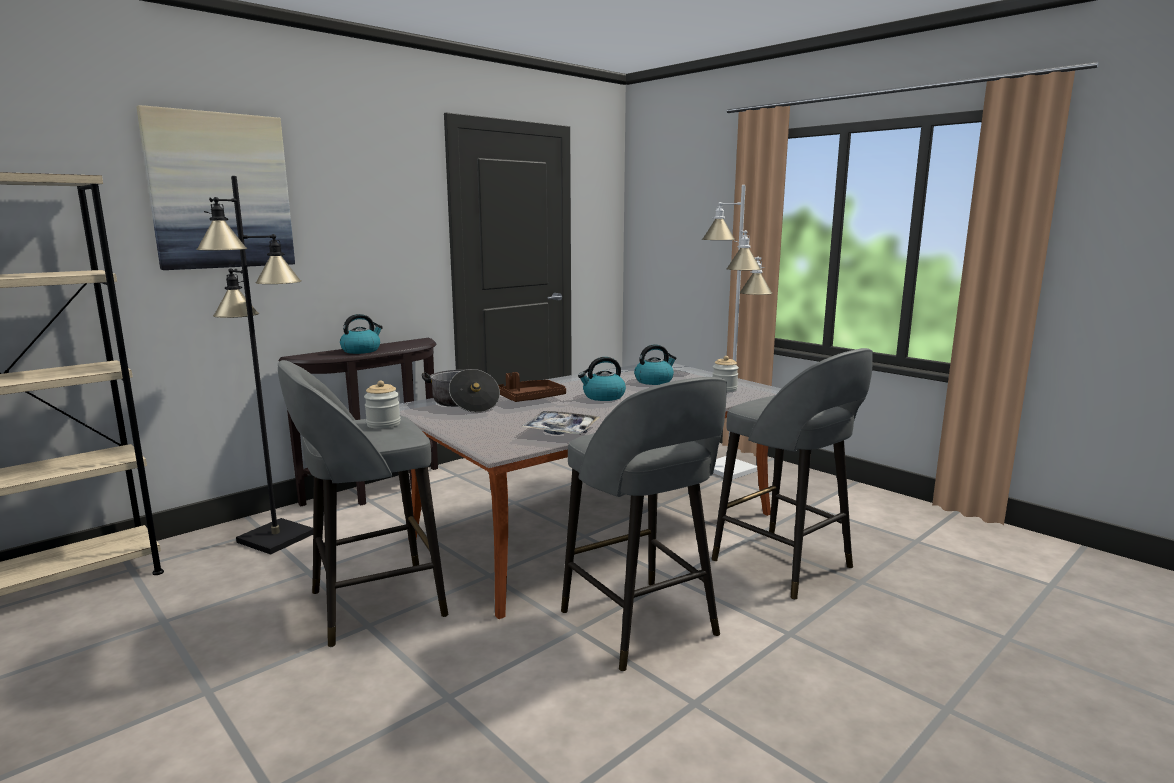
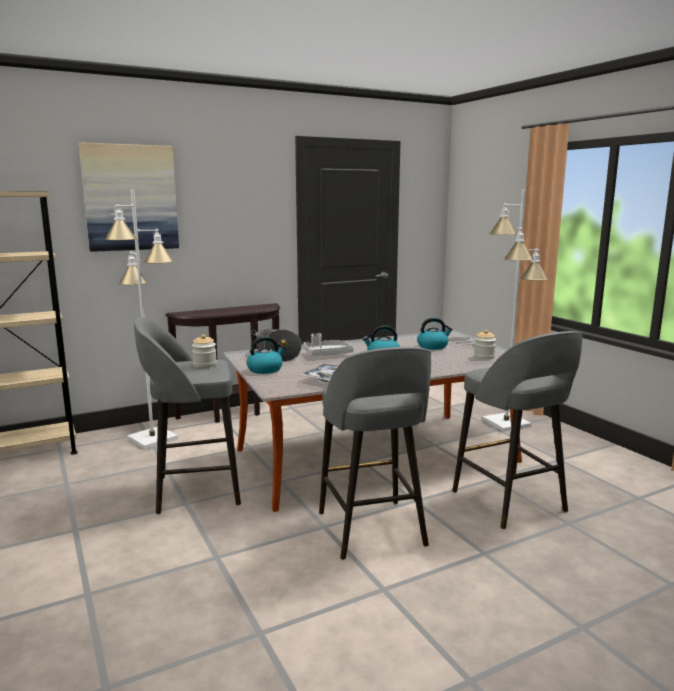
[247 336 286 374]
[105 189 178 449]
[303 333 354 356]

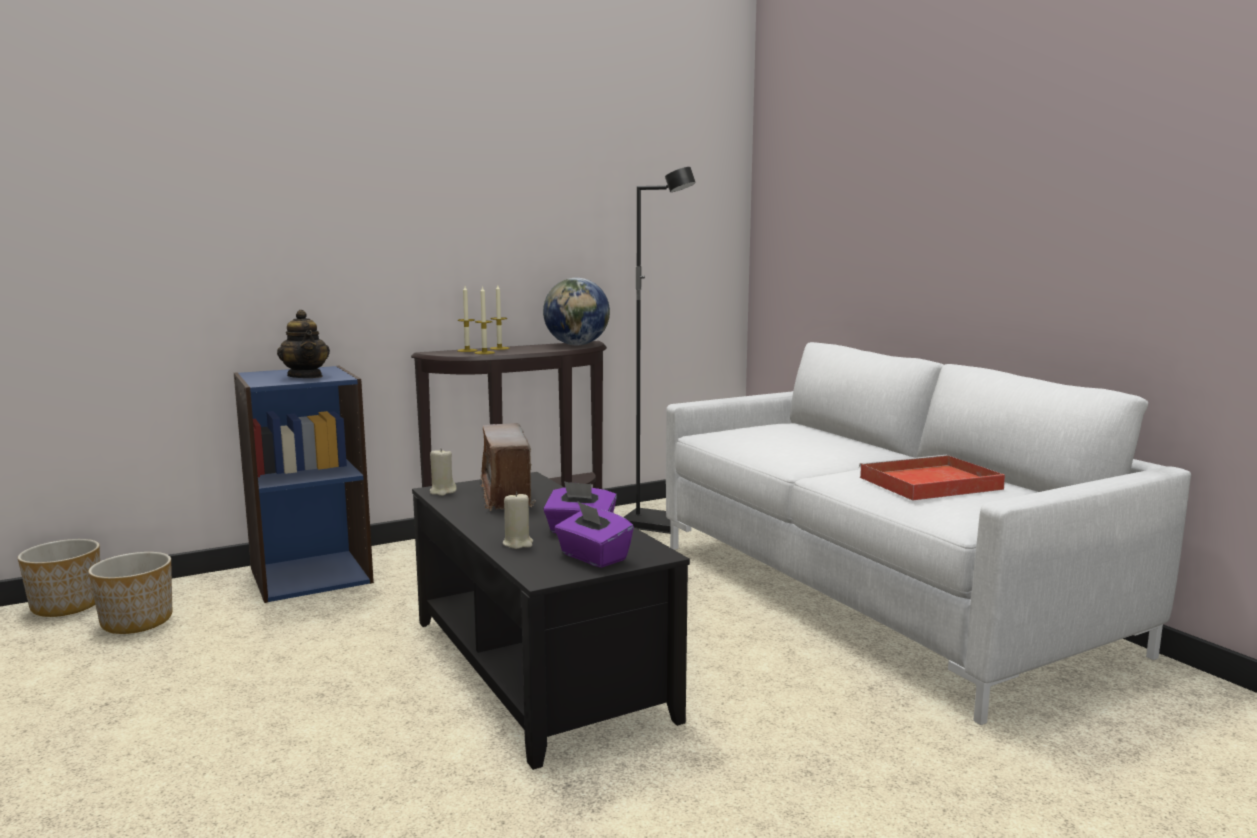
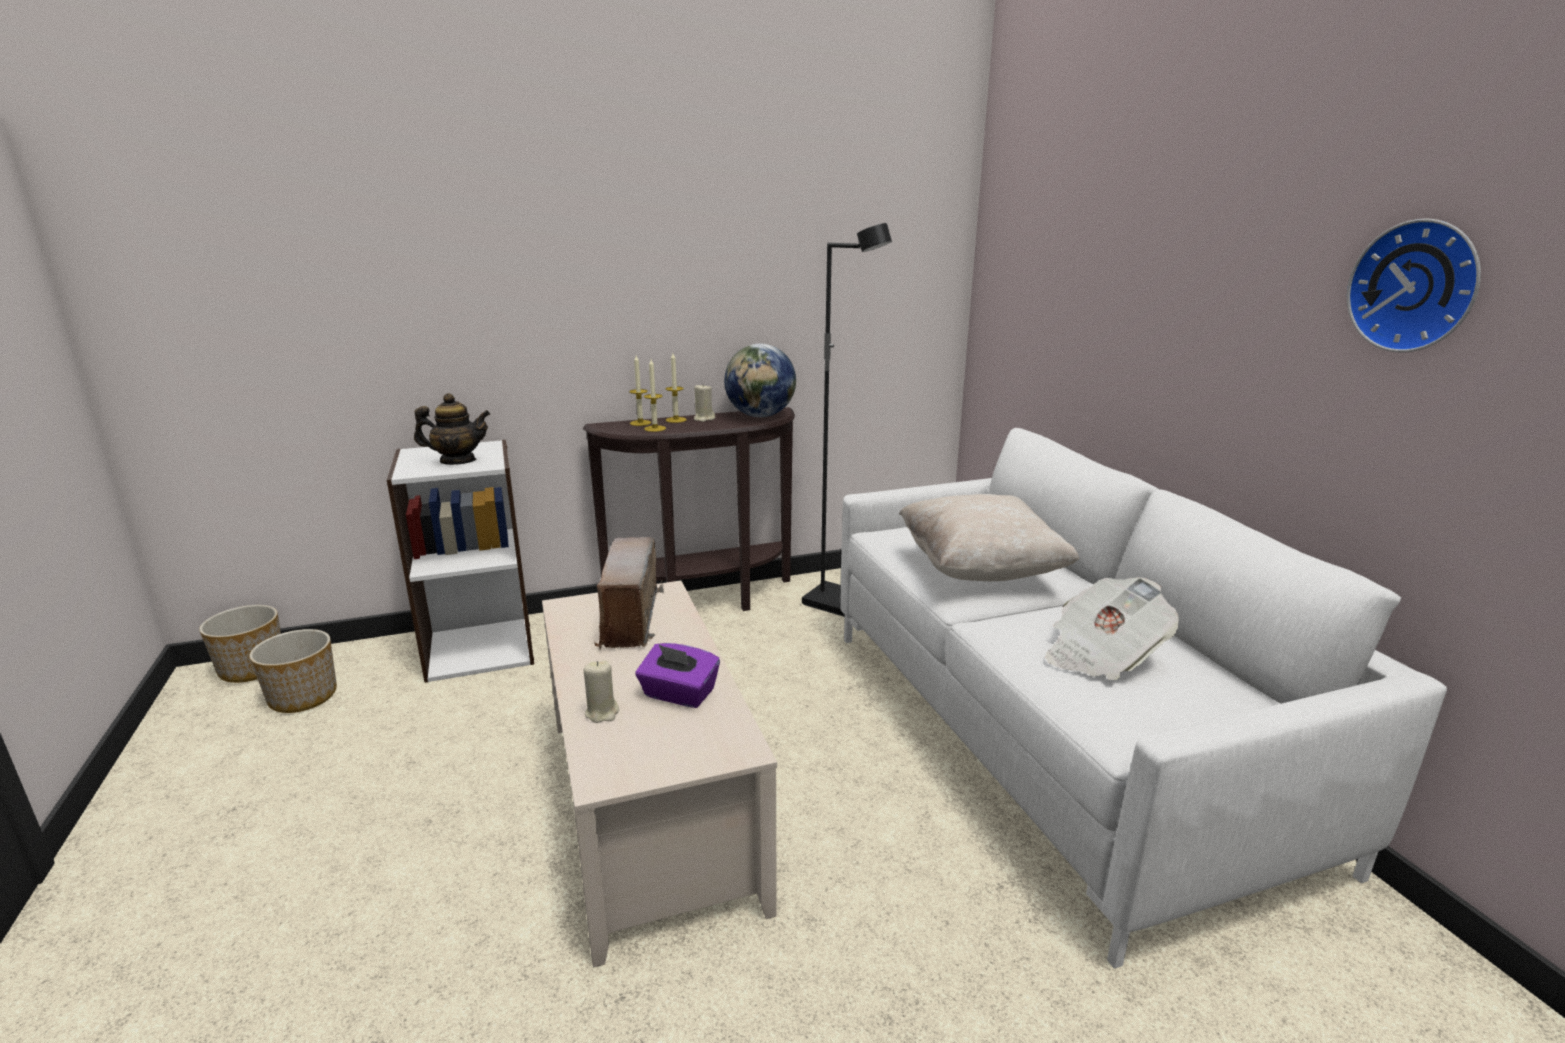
[554 502 634 568] (first image)
[899 494 1079 581]
[1347 219 1481 353]
[694 384 715 422]
[1045 577 1179 680]
[387 440 534 683]
[542 581 777 967]
[414 393 490 465]

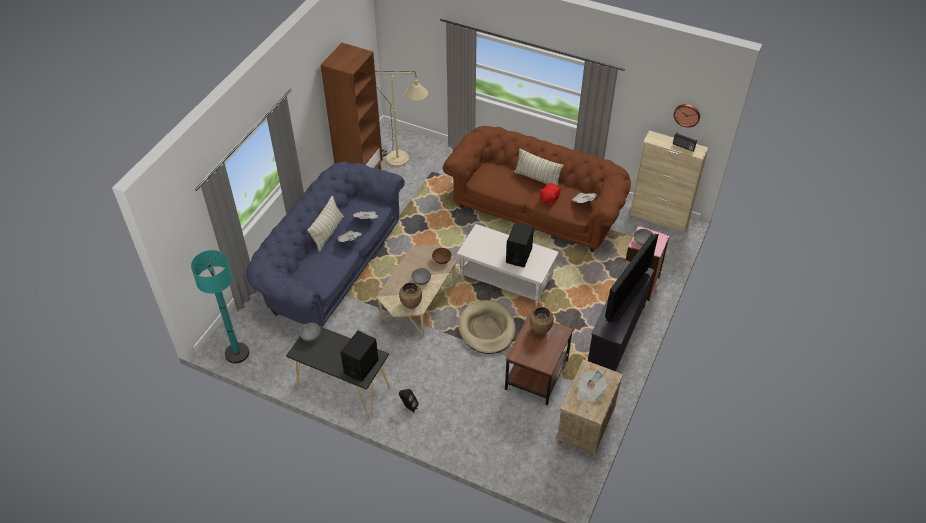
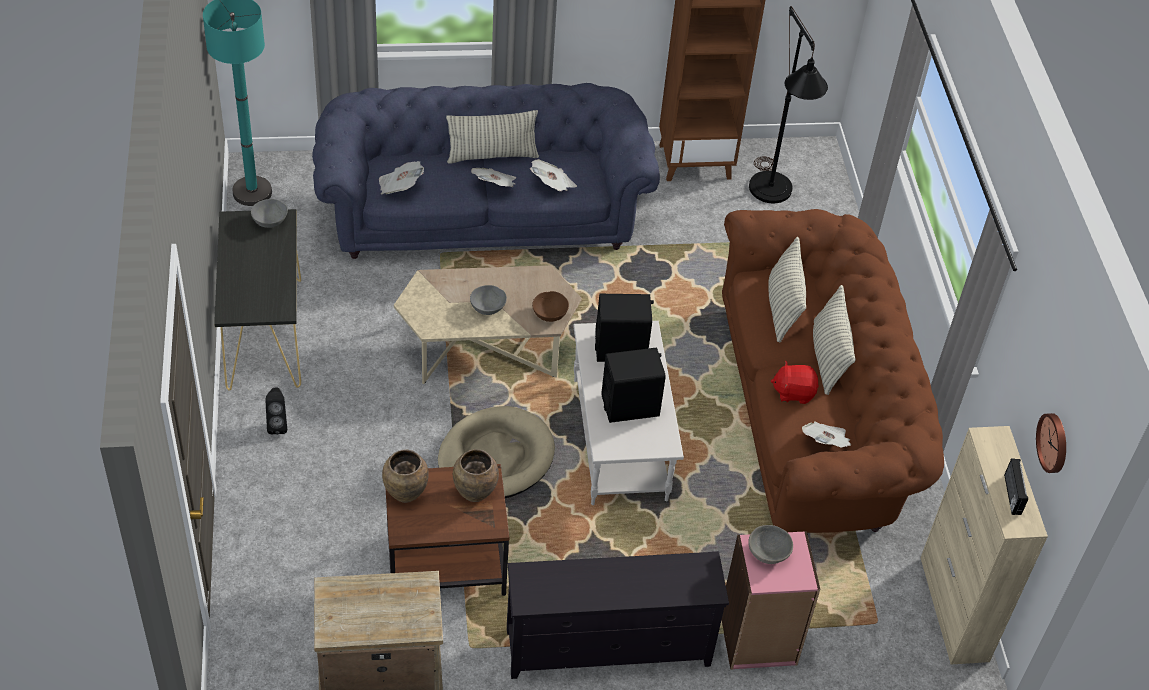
[605 233 659 323] (first image)
[768 237 806 342]
[595 294 654 362]
[382 450 429 503]
[379 161 424 194]
[749 6 828 203]

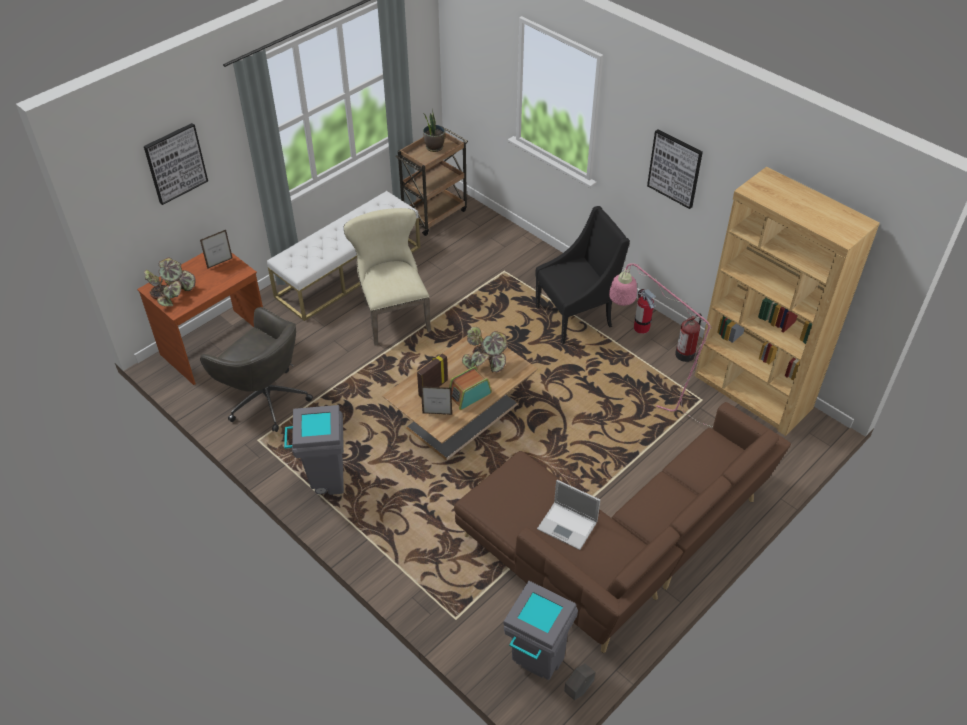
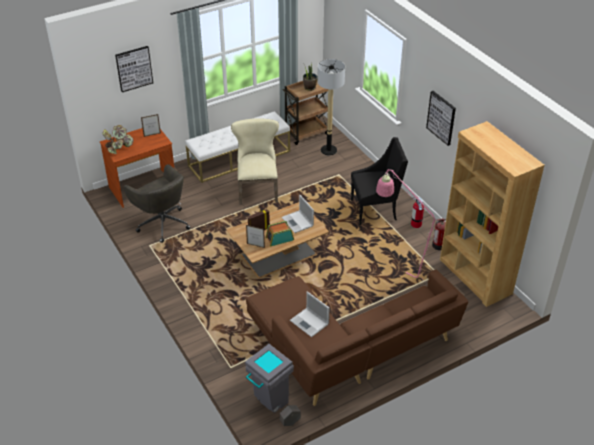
[284 405 344 495] (first image)
[317 59 345 155]
[282 195 314 233]

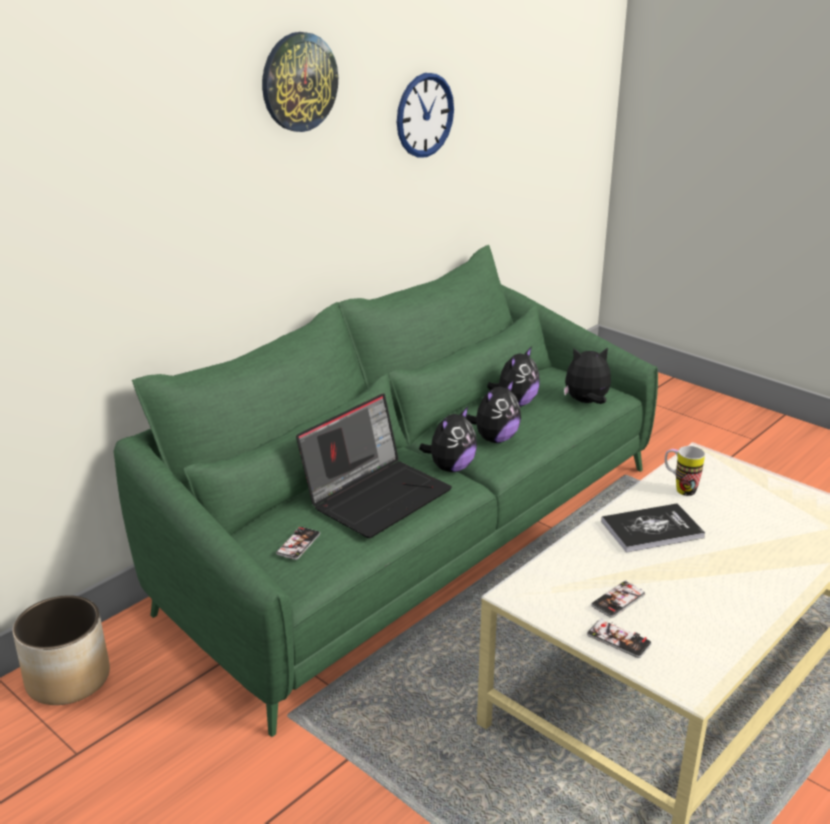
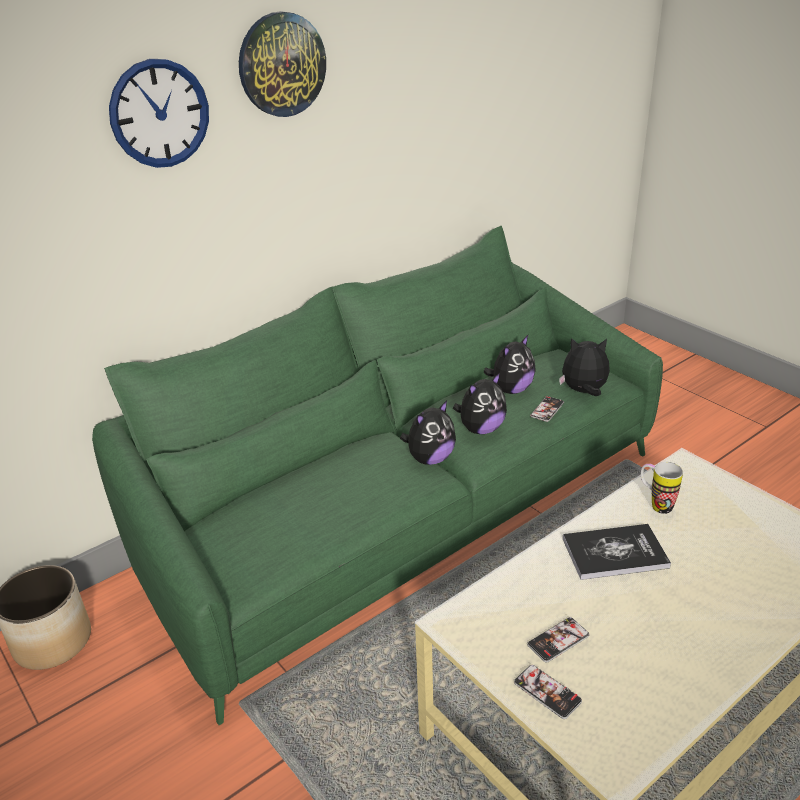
[296 393 452 538] (first image)
[530 396 564 422]
[109 59 209 168]

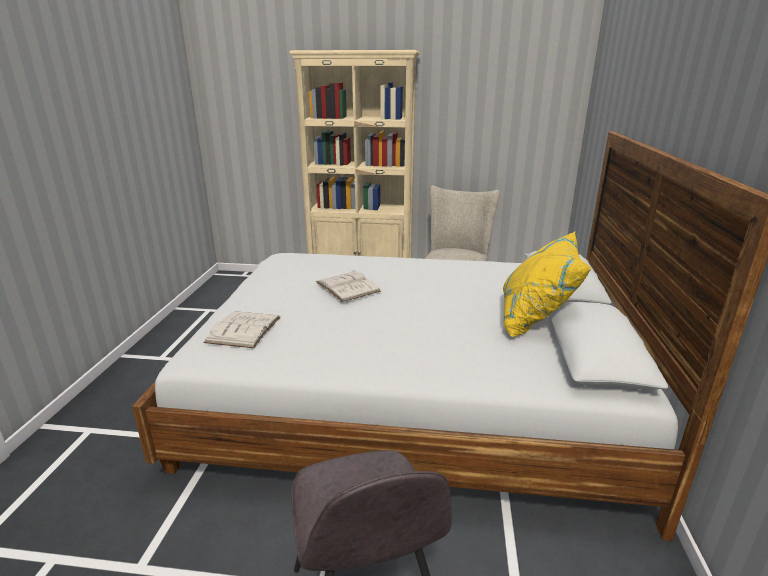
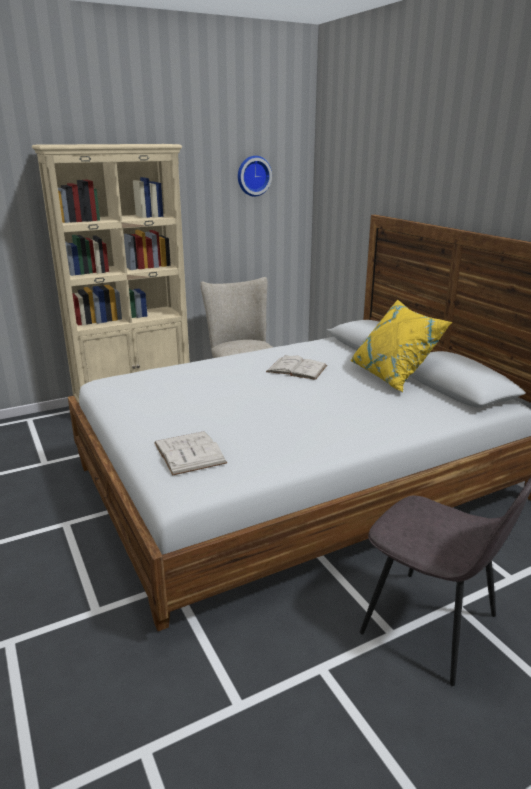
[238 156 272 197]
[266 355 327 380]

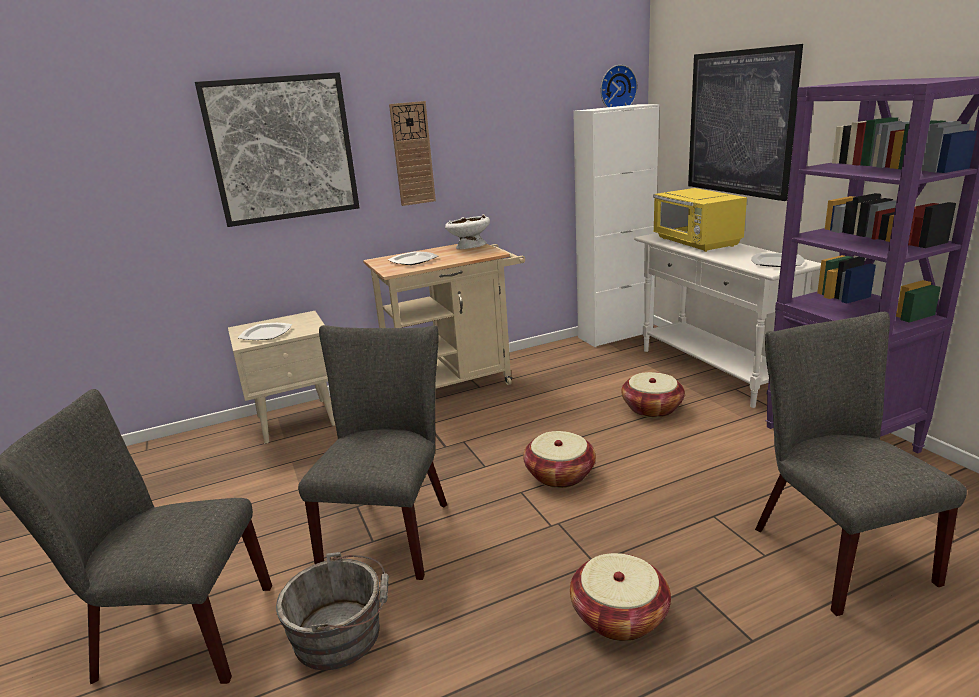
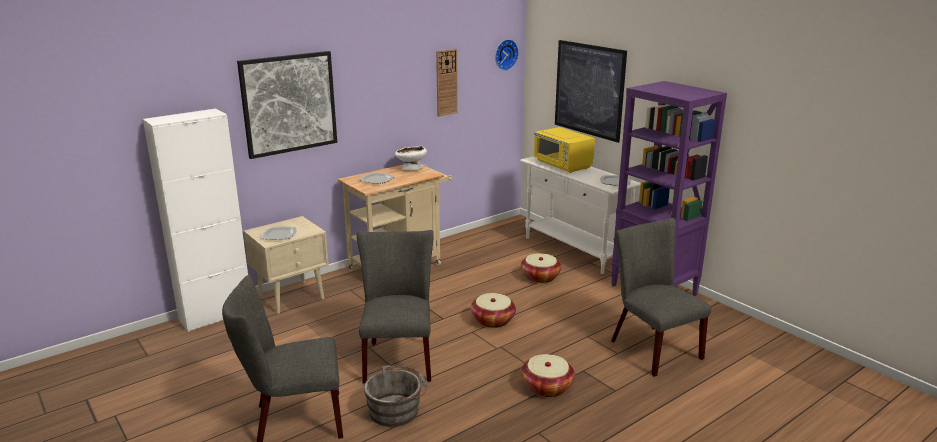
[436 49 458 117]
[143 108 248 332]

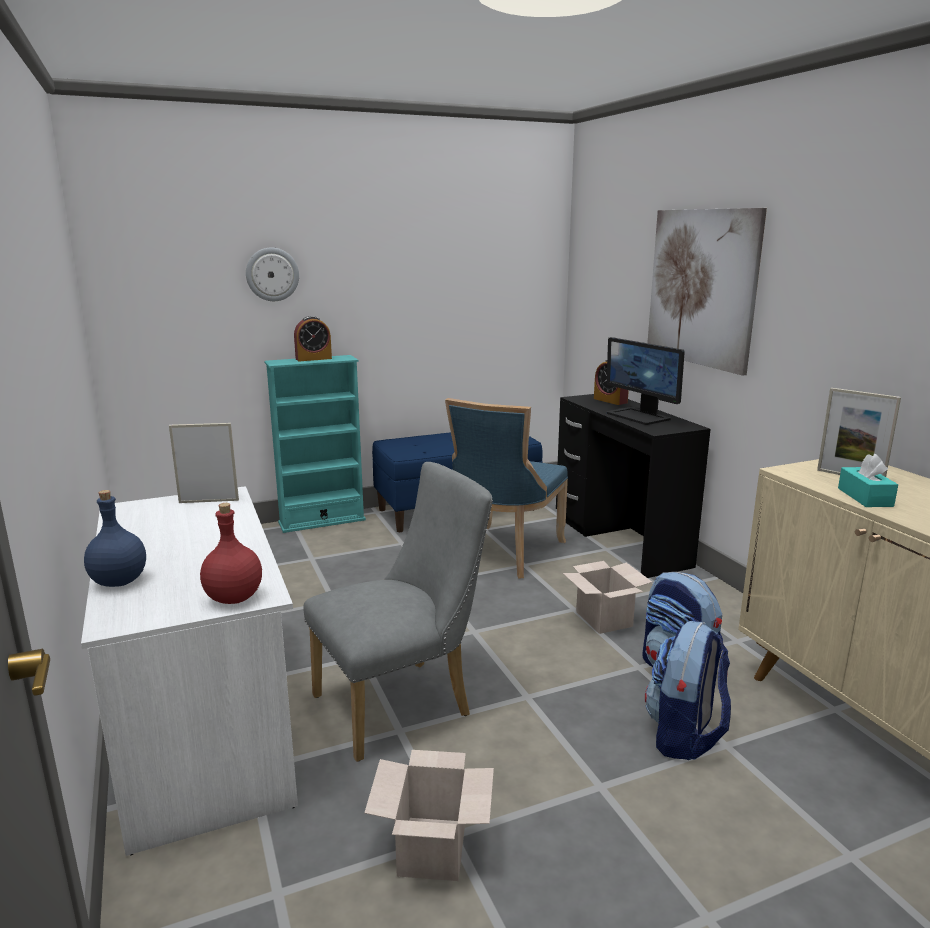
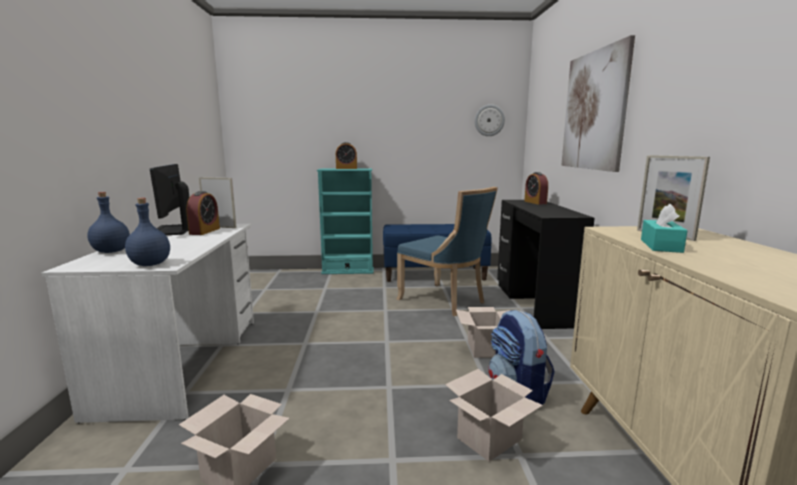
[303 462 493 762] (first image)
[186 191 220 235]
[475 104 505 136]
[150 164 189 235]
[445 369 543 462]
[125 198 170 266]
[397 187 498 316]

